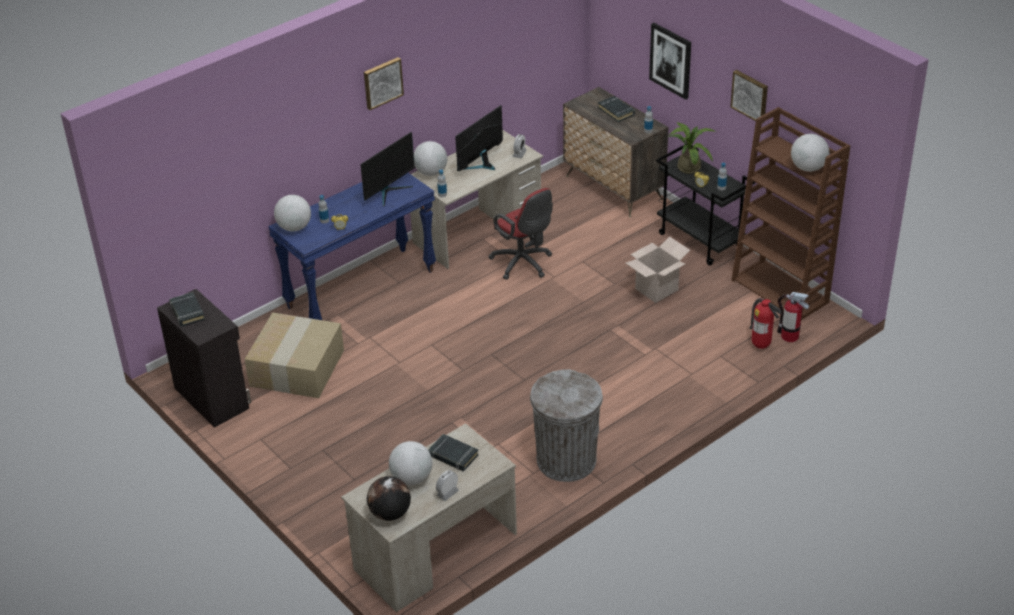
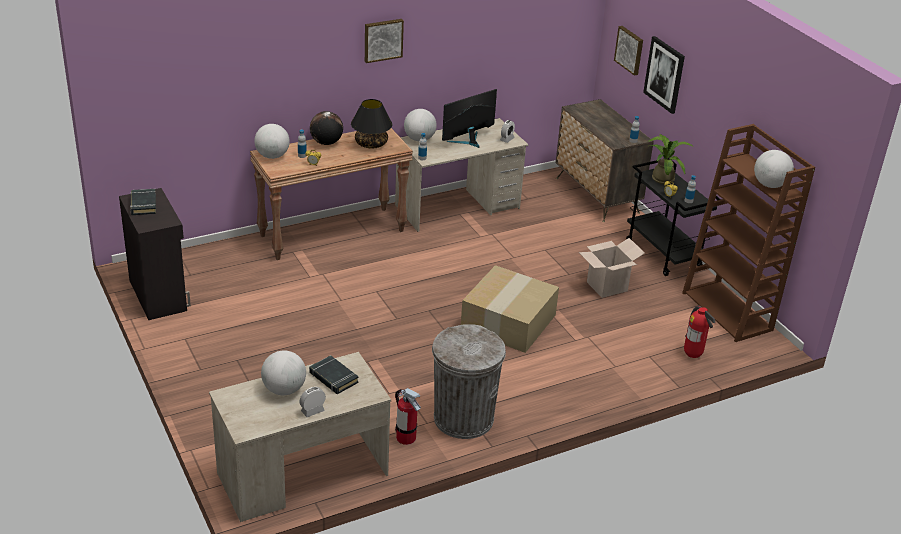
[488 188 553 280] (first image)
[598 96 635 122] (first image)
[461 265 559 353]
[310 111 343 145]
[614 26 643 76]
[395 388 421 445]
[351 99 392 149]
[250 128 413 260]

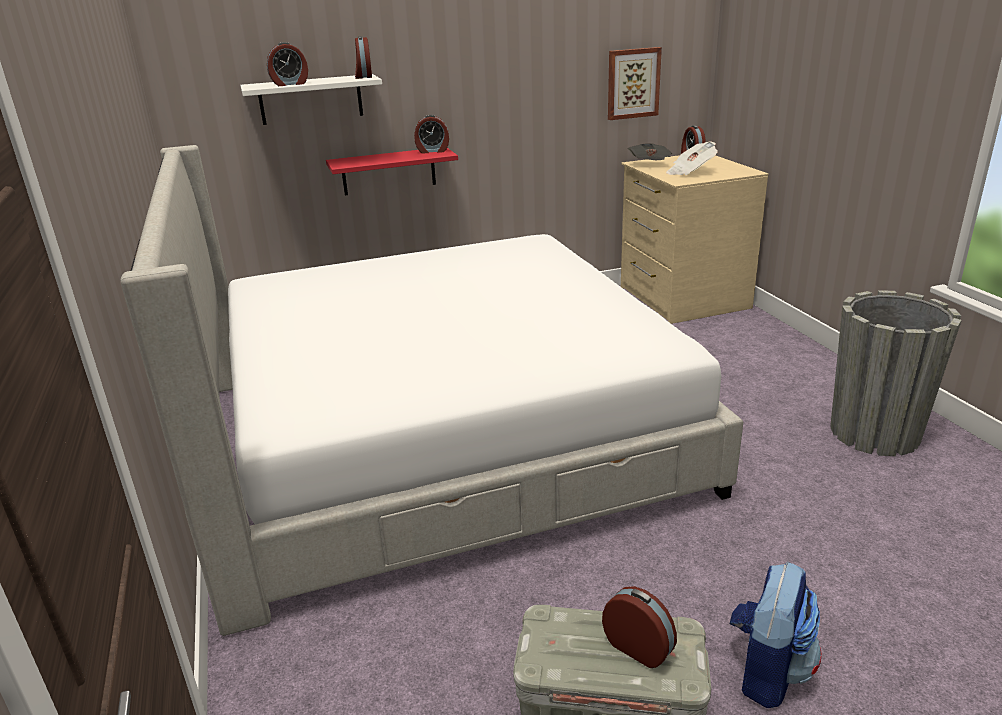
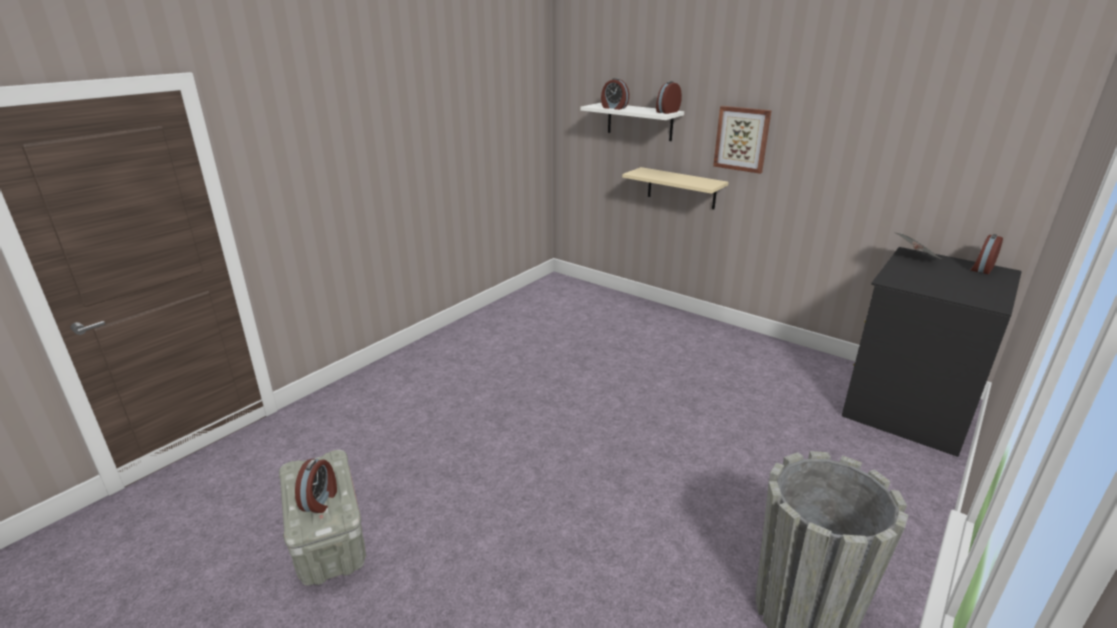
[121 145 743 636] (first image)
[414 115 449 154] (first image)
[666 142 718 175] (first image)
[730 562 822 708] (first image)
[713 106 772 174]
[622 167 729 209]
[842 247 1022 457]

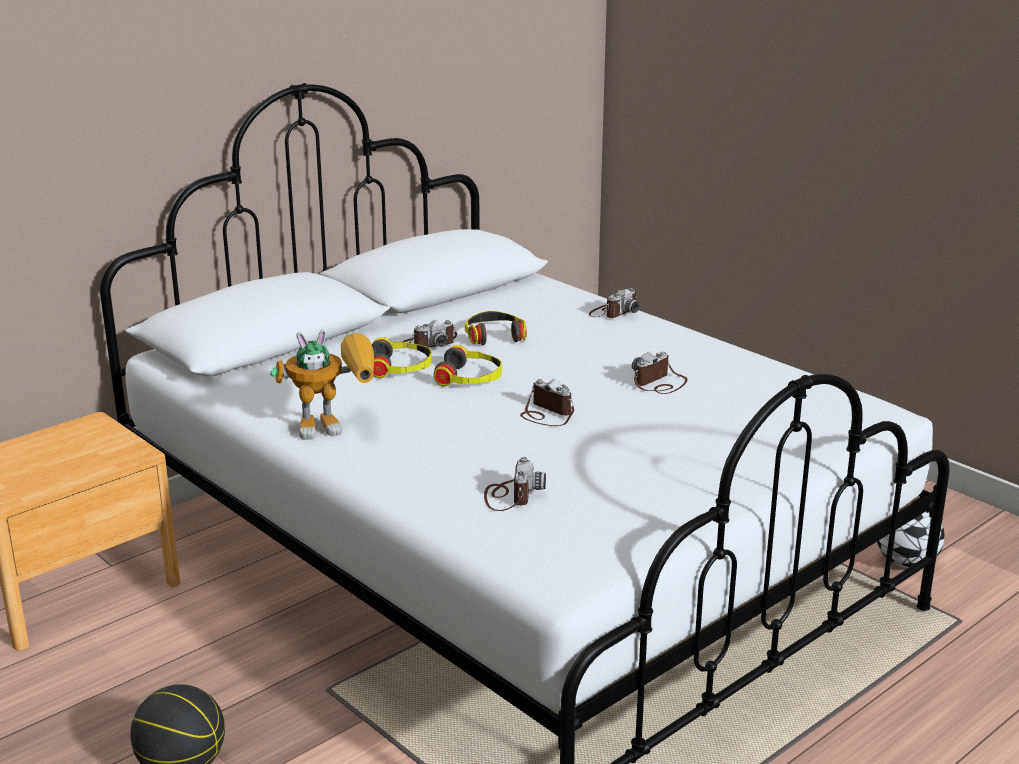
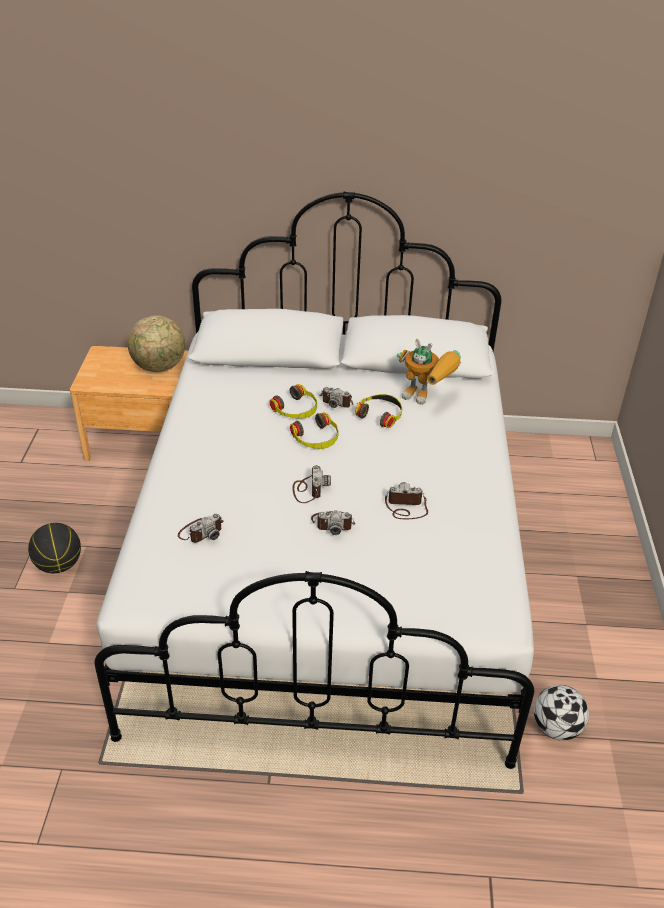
[128 315 185 372]
[397 339 461 405]
[311 510 355 535]

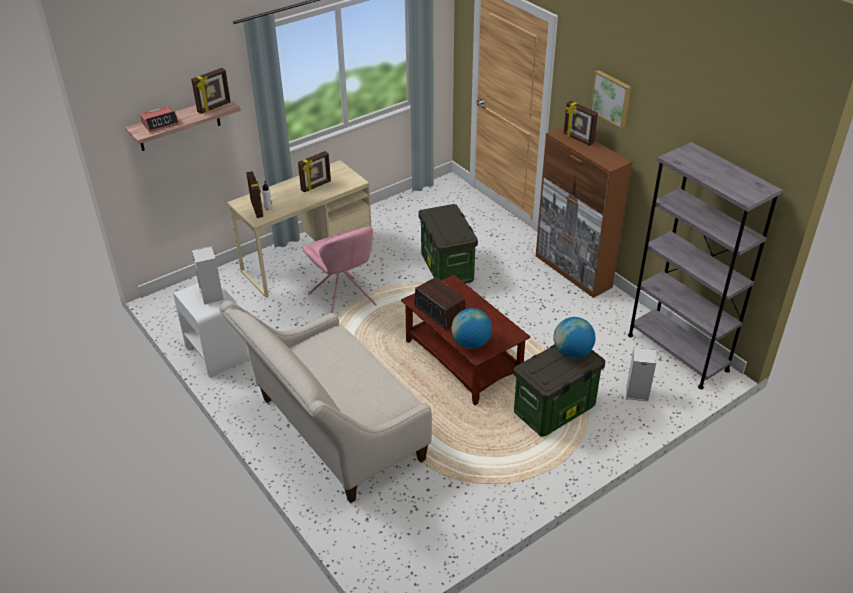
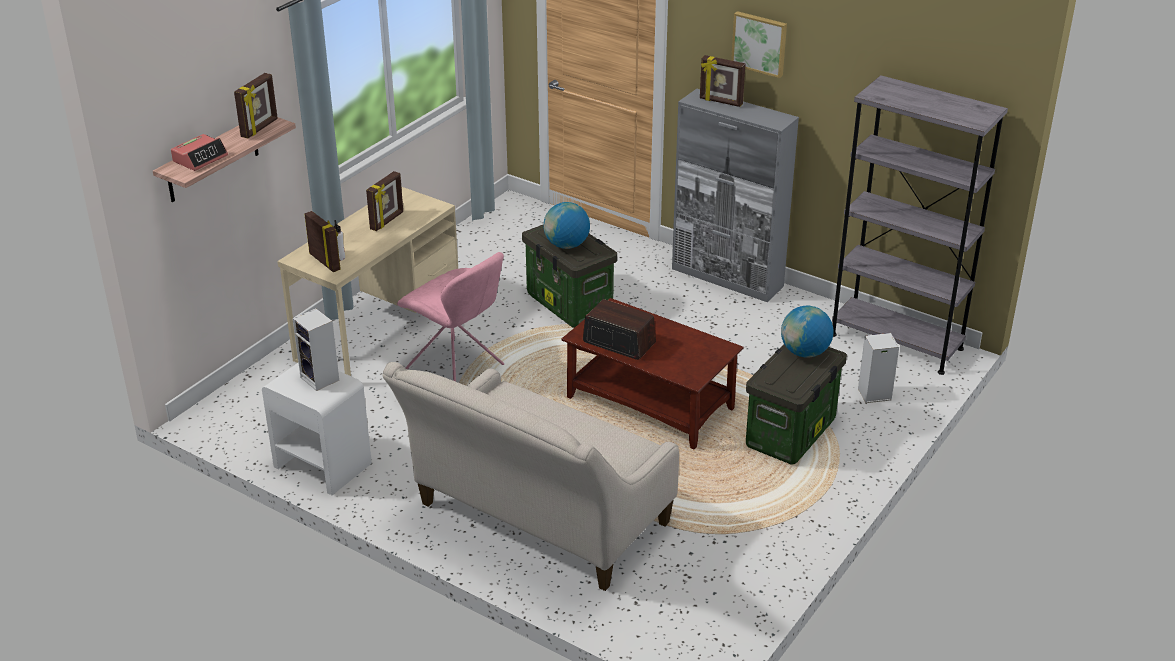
[543 202 590 249]
[672 89 799 302]

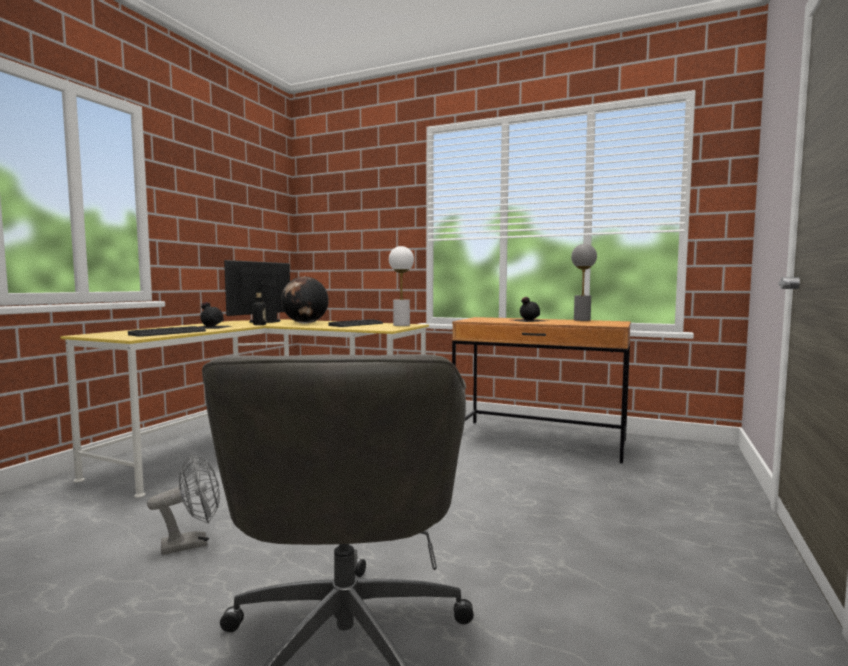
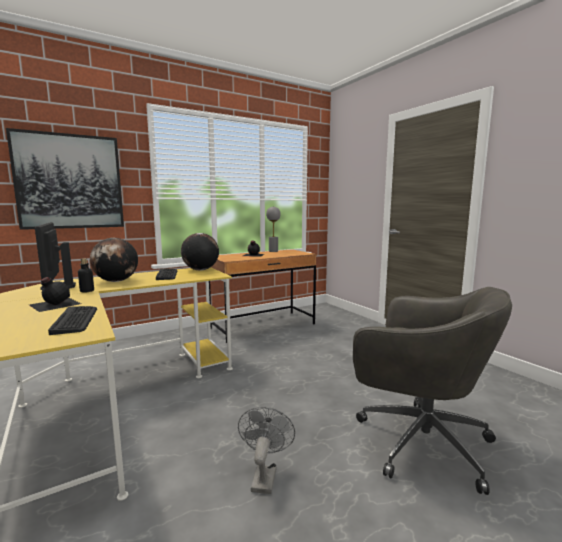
[6 128 124 230]
[181 233 219 270]

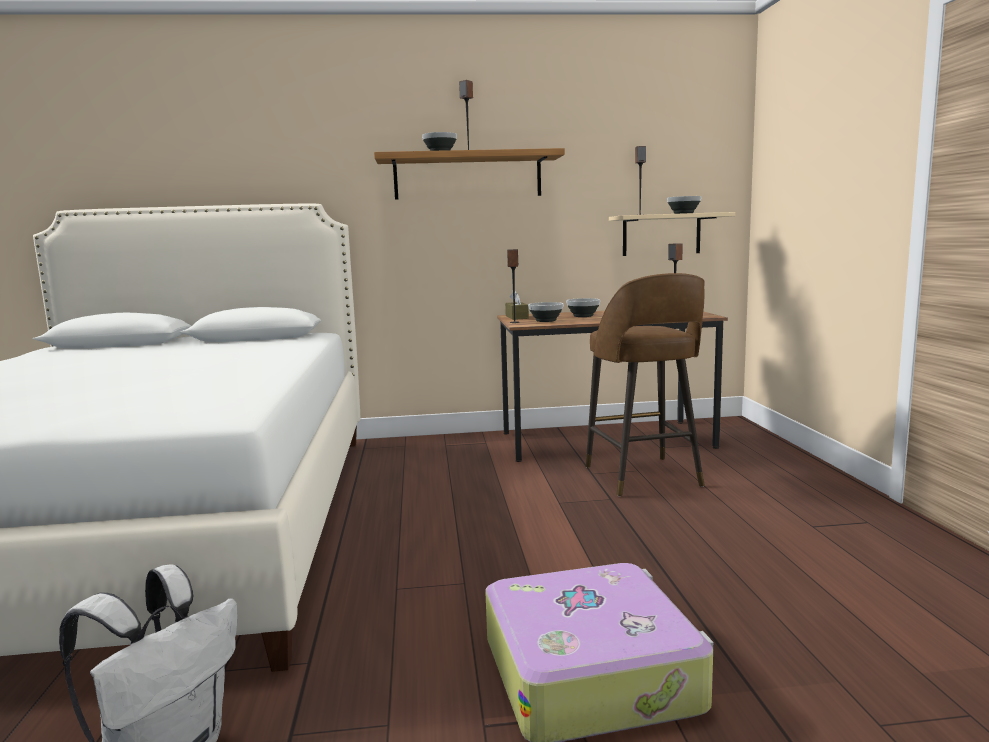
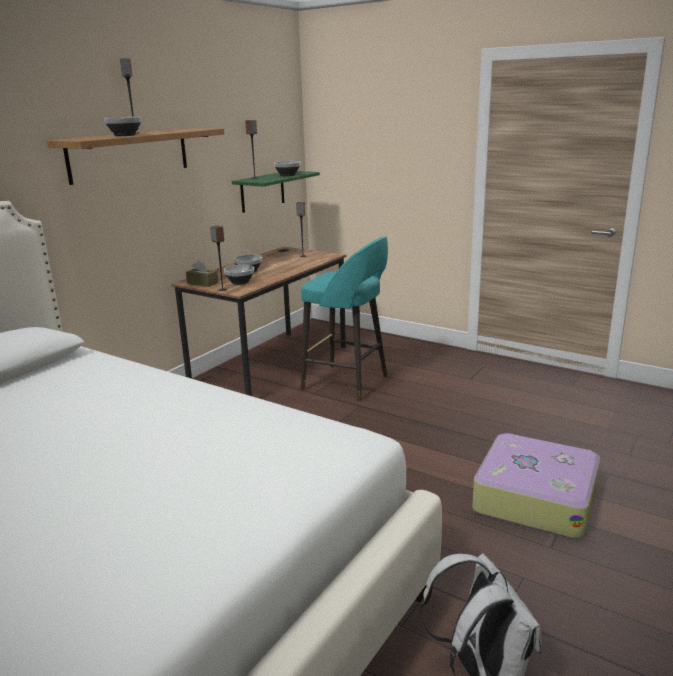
[301 236 388 402]
[232 171 320 213]

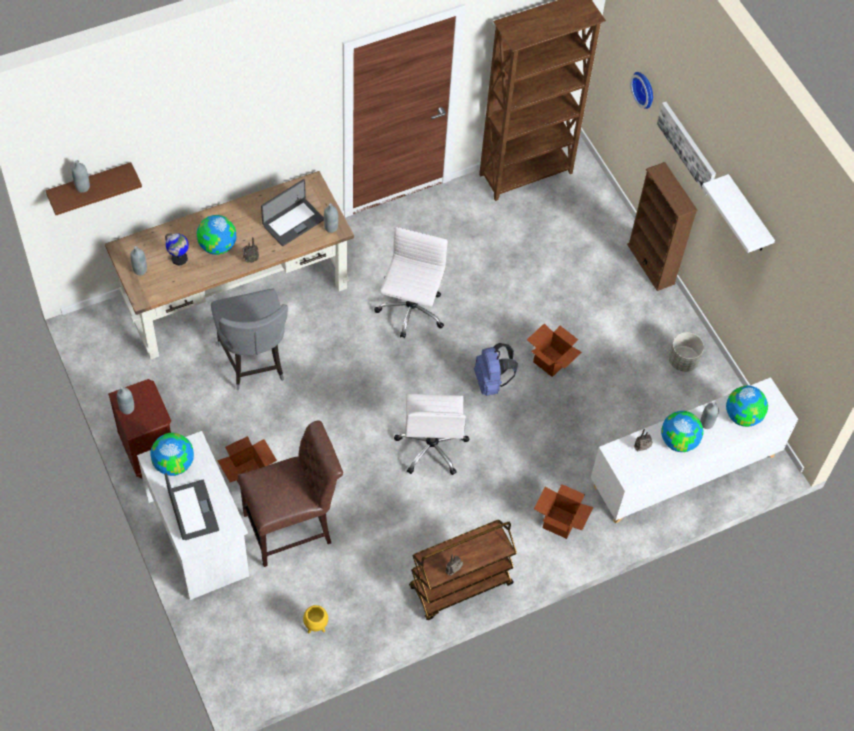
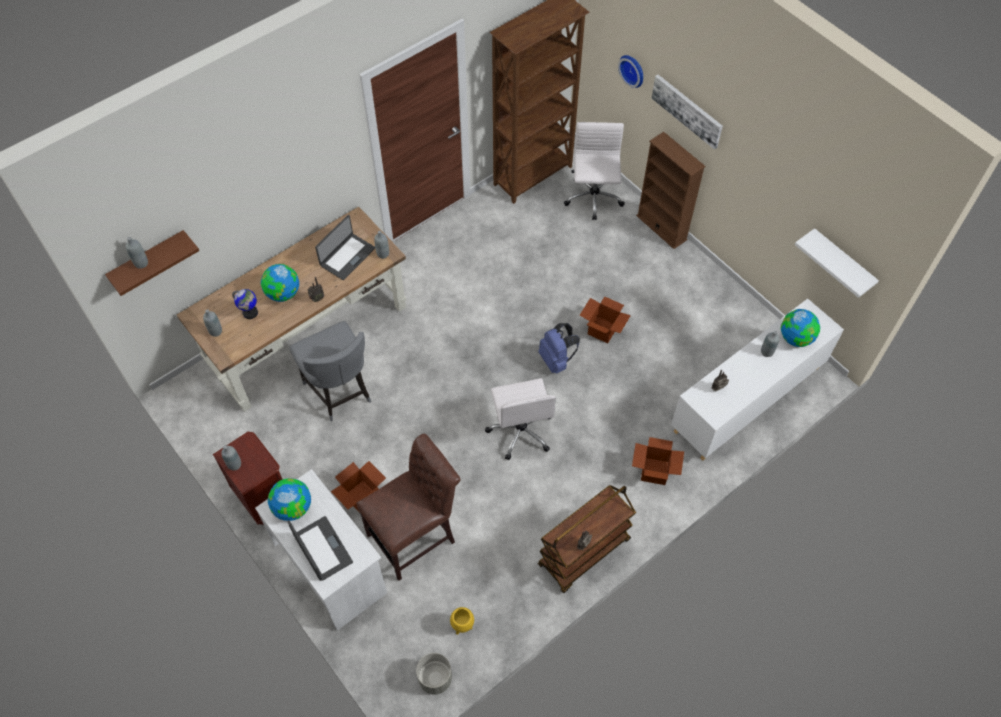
[661 411 703 452] (first image)
[564 122 625 220]
[416 653 452 695]
[795 228 879 298]

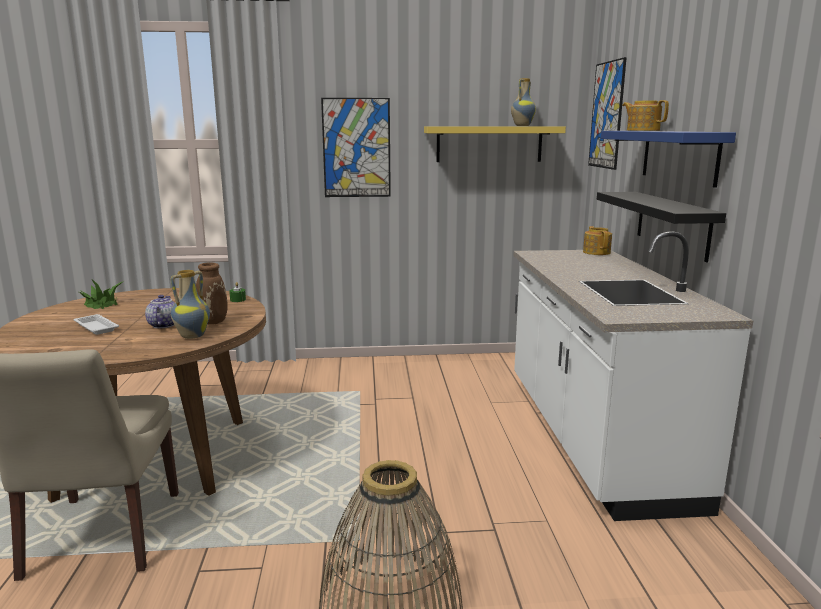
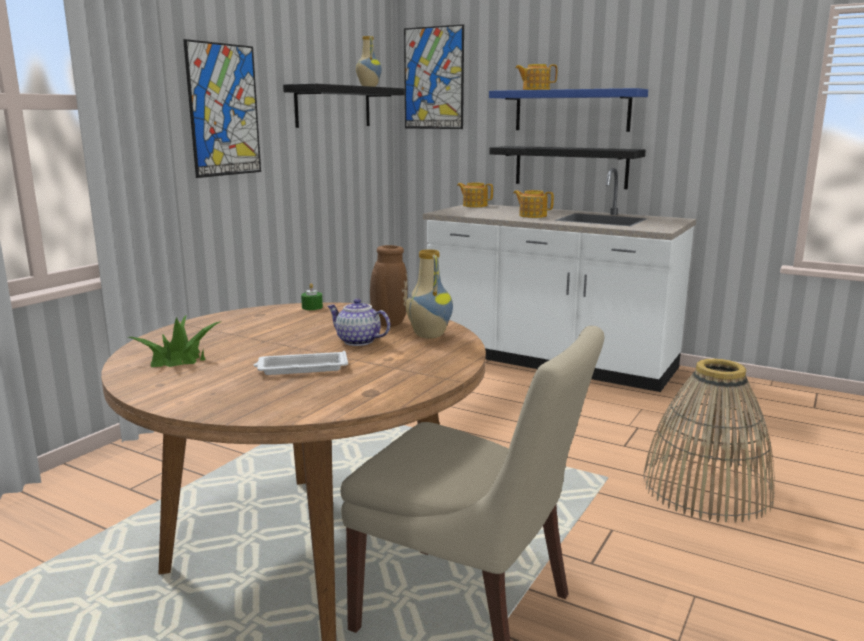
[513 190 554 218]
[283 84 405 128]

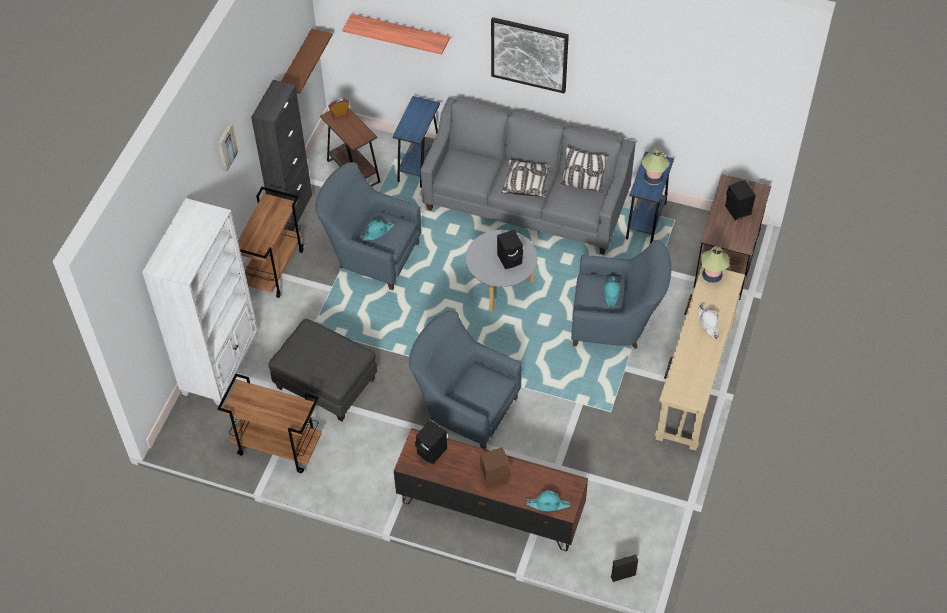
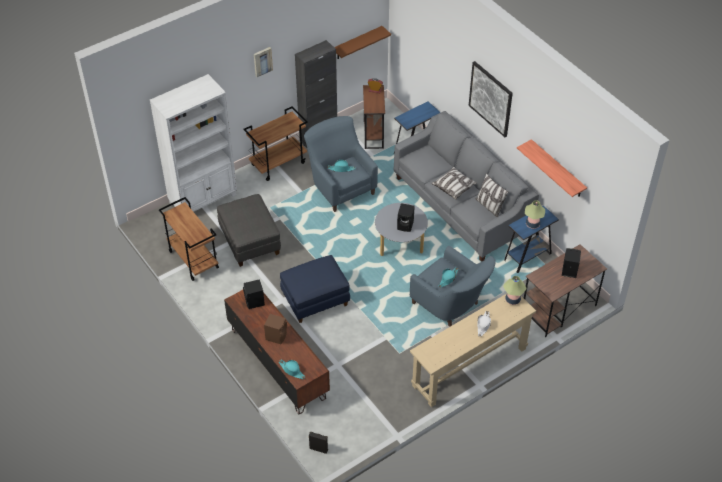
[517 139 587 197]
[280 255 350 323]

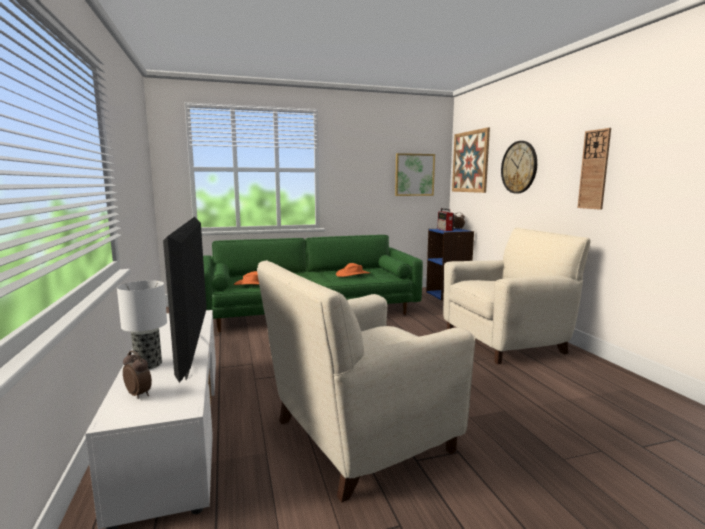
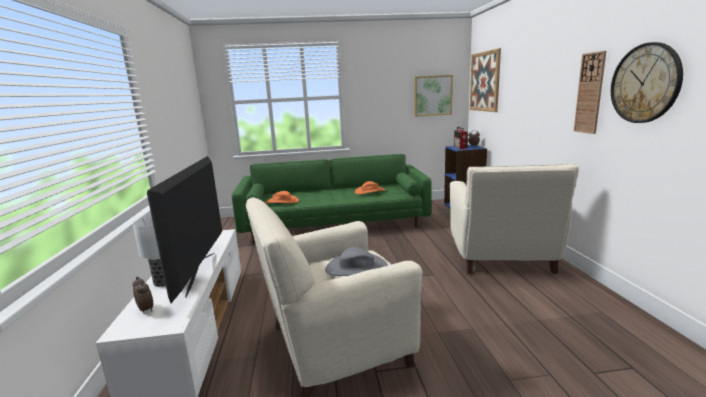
[325 247 388 276]
[611 42 683 123]
[450 164 579 274]

